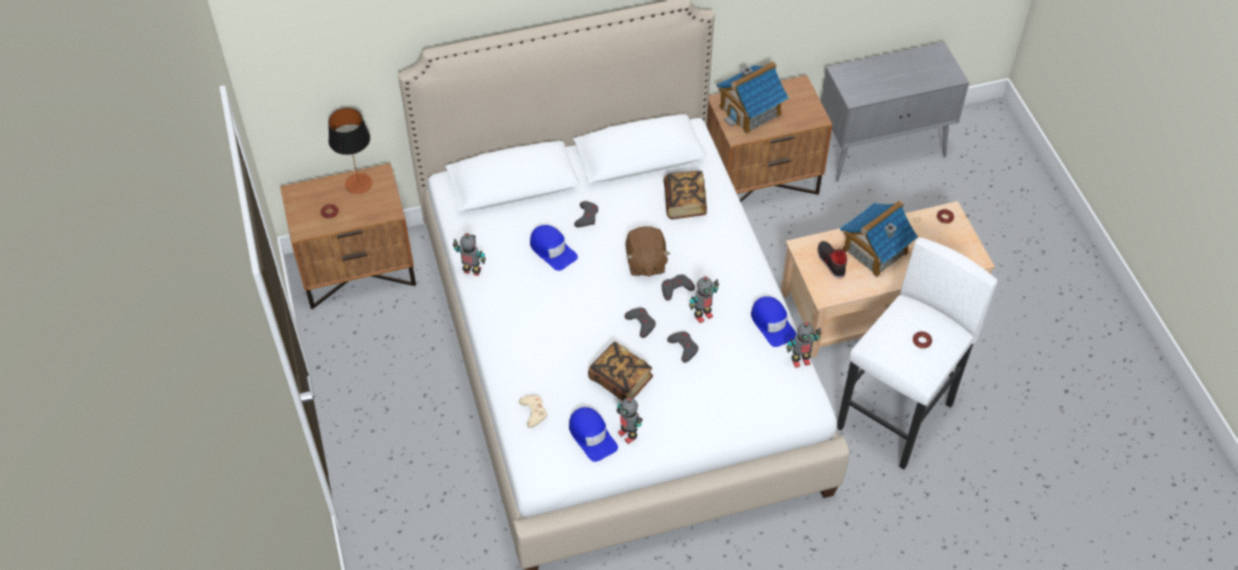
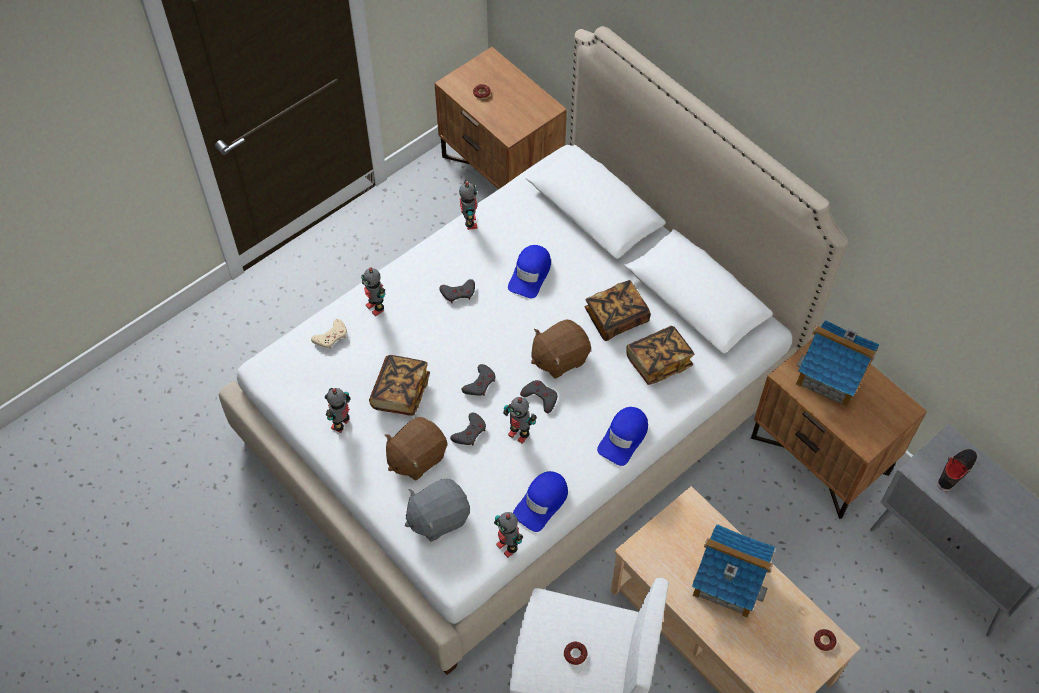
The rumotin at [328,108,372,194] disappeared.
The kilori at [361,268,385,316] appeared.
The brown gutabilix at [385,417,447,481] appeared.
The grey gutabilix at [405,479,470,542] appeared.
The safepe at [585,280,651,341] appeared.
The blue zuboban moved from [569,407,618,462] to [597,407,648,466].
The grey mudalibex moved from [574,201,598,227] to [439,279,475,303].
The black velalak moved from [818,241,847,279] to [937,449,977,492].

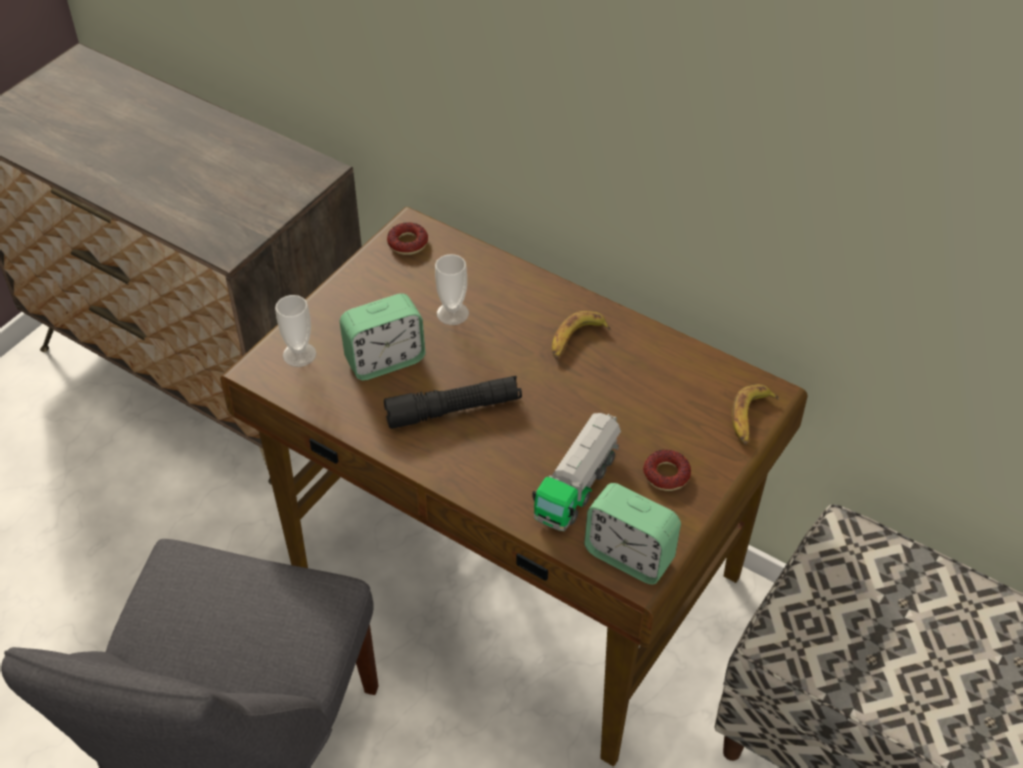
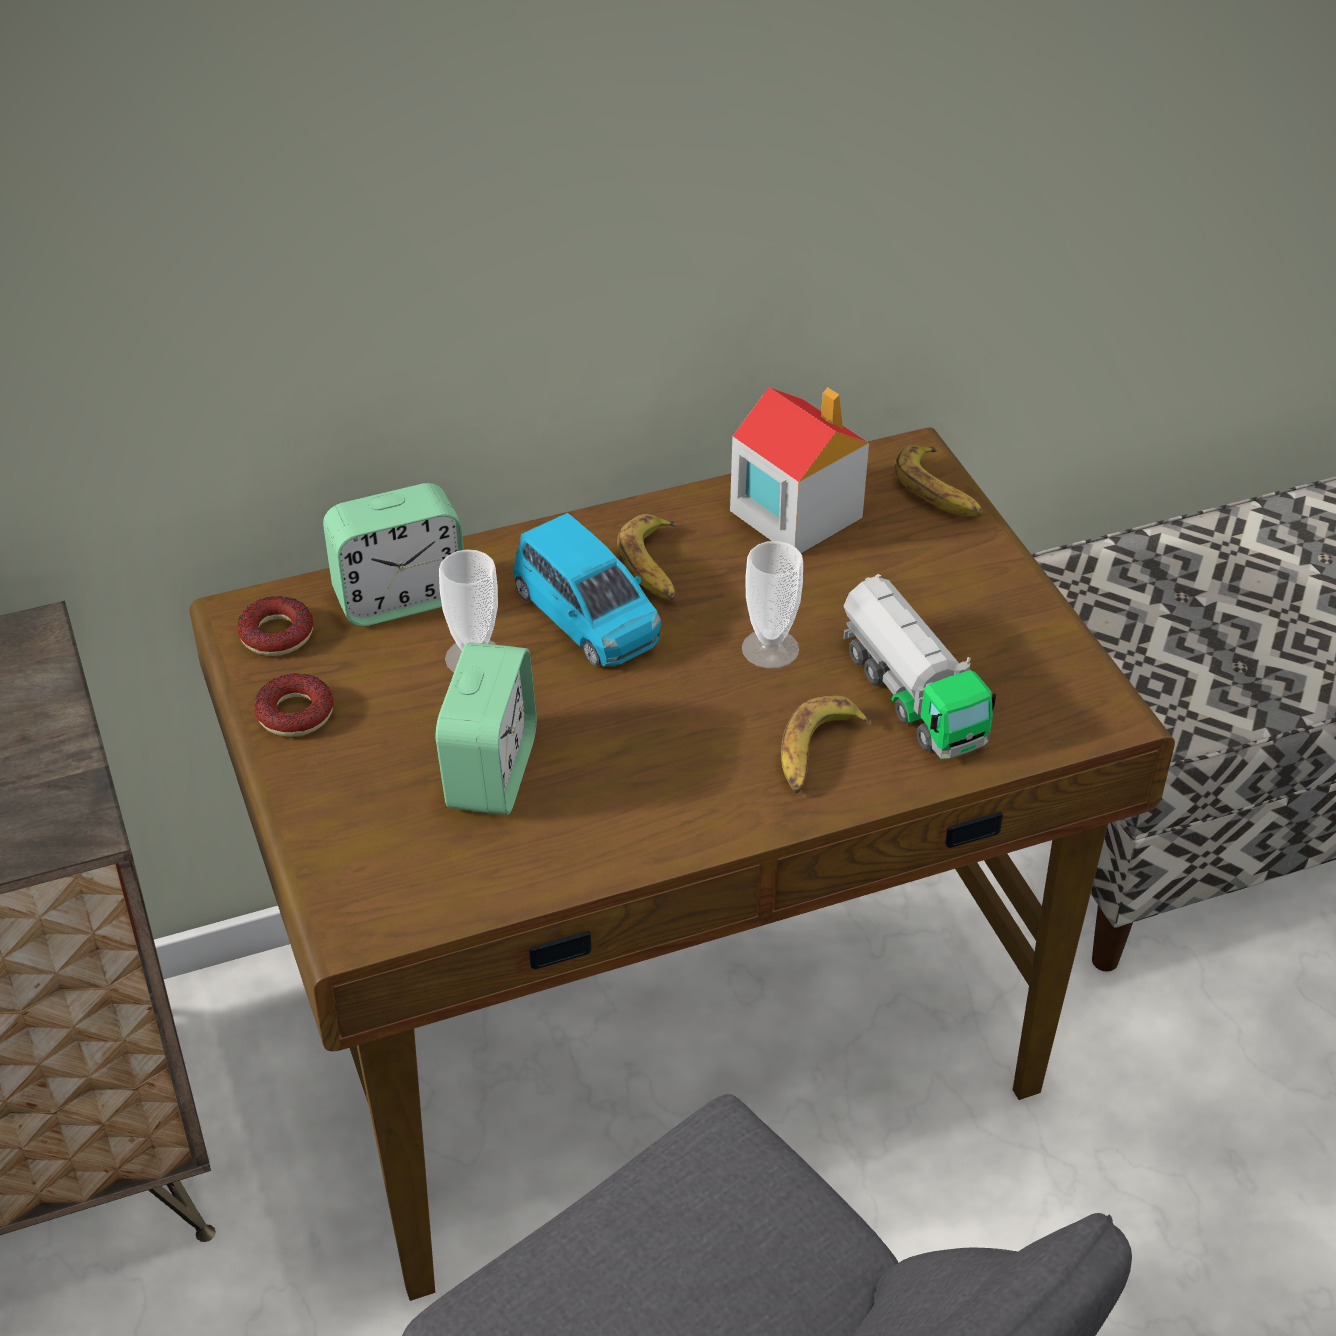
The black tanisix at [384,376,522,429] disappeared.
The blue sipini at [513,513,661,666] appeared.
The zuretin at [730,387,869,553] appeared.
The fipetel at [781,695,872,793] appeared.
The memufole moved from [275,295,316,367] to [742,541,803,669].
The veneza moved from [584,483,681,584] to [323,483,464,627].
The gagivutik moved from [643,450,691,491] to [254,673,333,737].

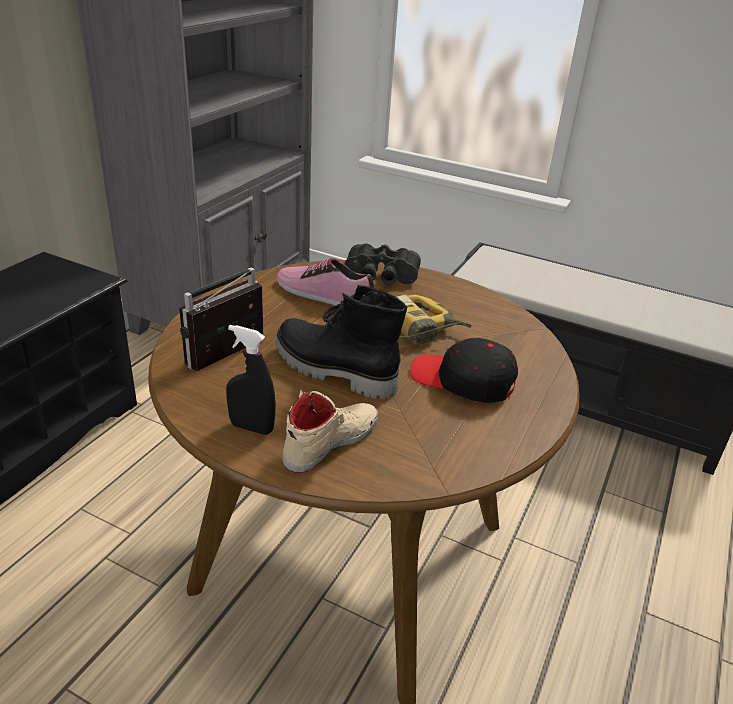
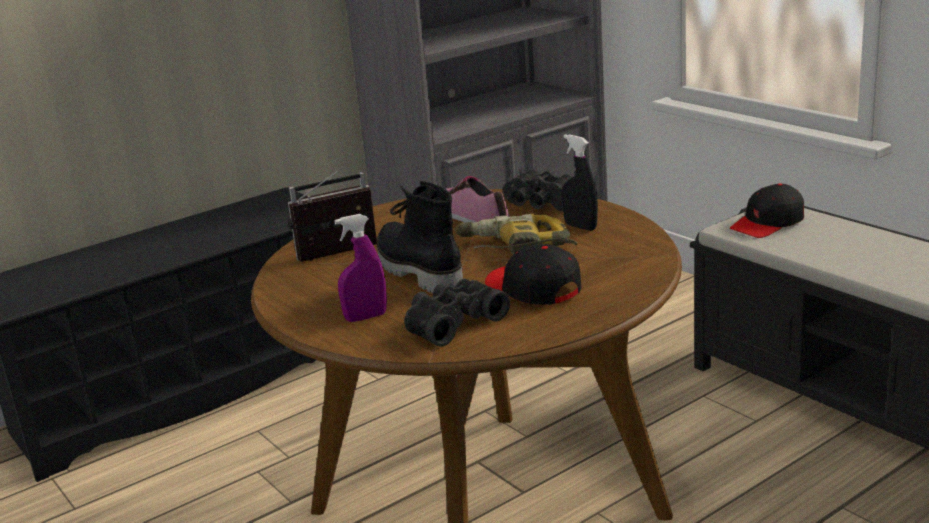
The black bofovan at [404,279,510,347] appeared.
The black zuboban at [730,183,804,238] appeared.
The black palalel moved from [226,325,276,435] to [562,134,598,231].
The beige velalak at [282,390,378,473] was replaced by the purple palalel at [335,214,387,322].

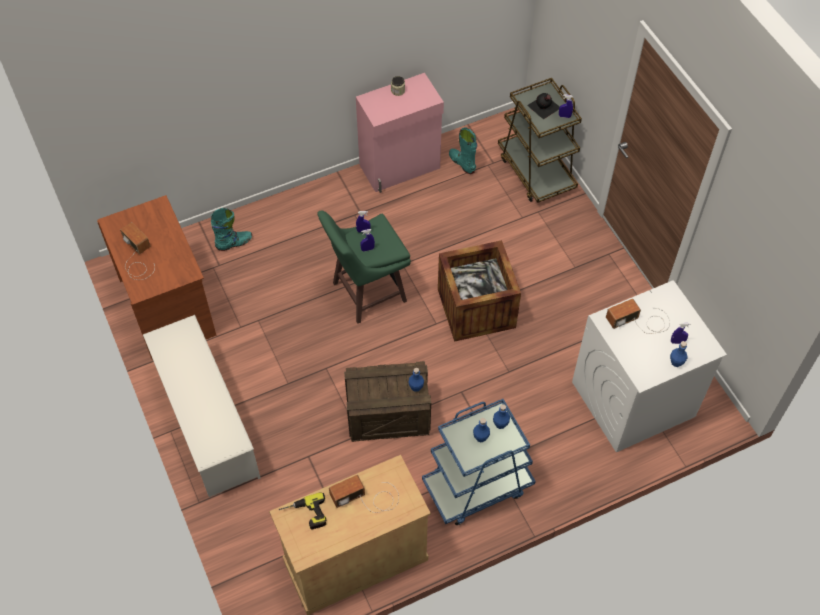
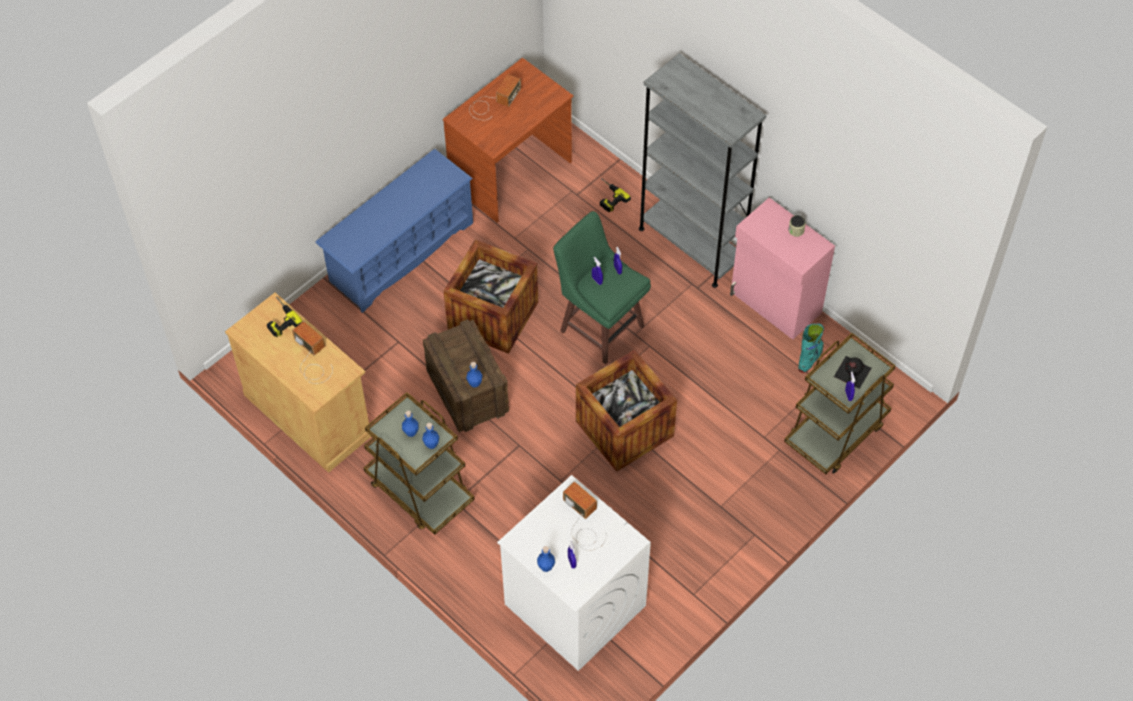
The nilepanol at [443,240,538,354] appeared.
The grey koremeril at [639,53,766,288] appeared.
The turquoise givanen at [211,208,252,251] was replaced by the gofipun at [600,178,631,212].
The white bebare at [143,315,260,497] became the blue bebare at [315,149,473,313].
The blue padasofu at [422,399,536,525] became the brown padasofu at [364,392,475,535].

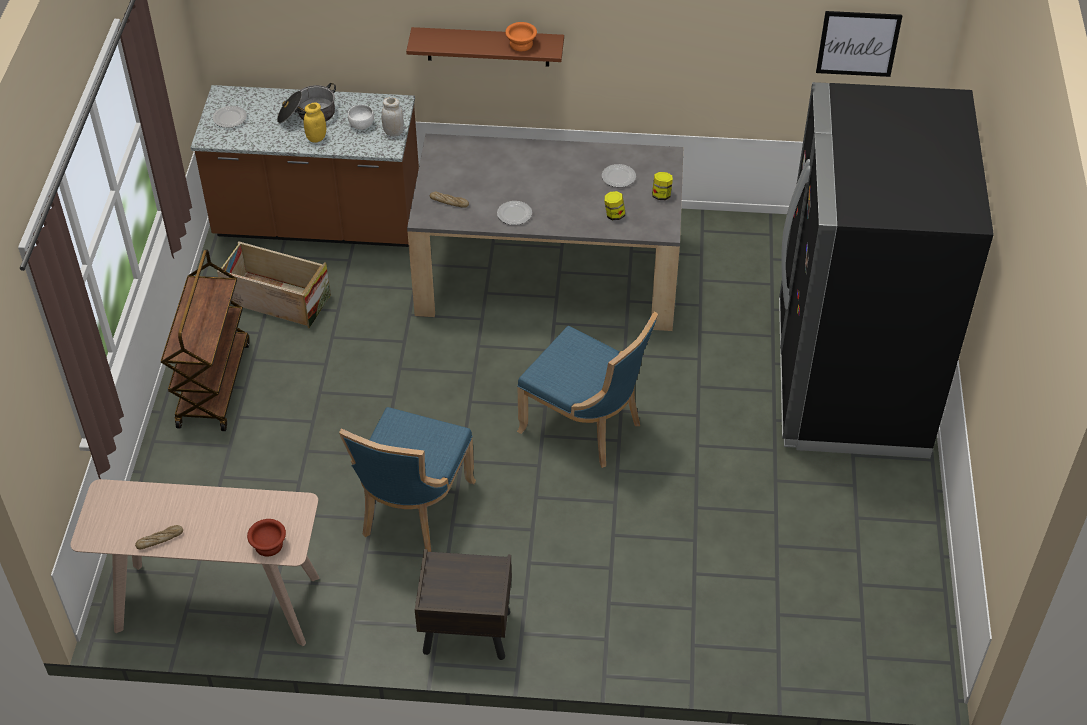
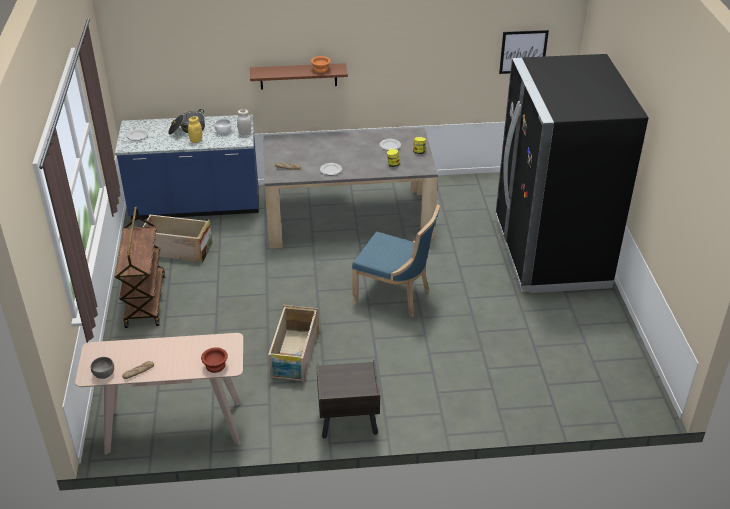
The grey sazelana at [91,357,114,379] appeared.
The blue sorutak at [339,407,476,552] was replaced by the nilepanol at [268,305,319,382].
The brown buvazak at [191,85,419,247] became the blue buvazak at [115,114,259,220].

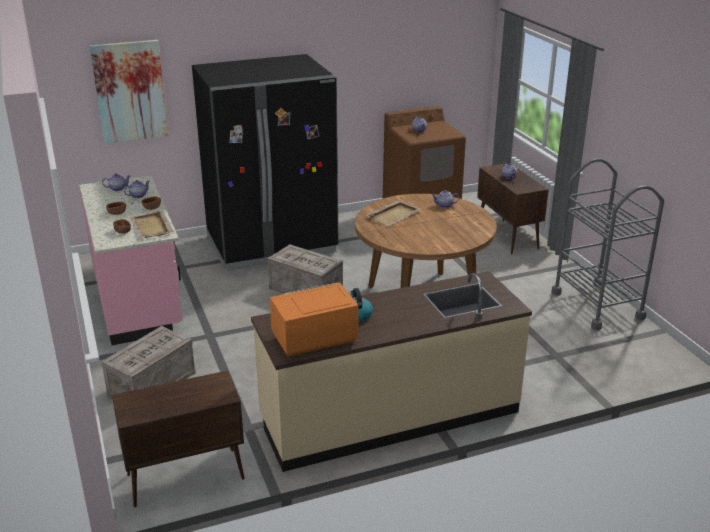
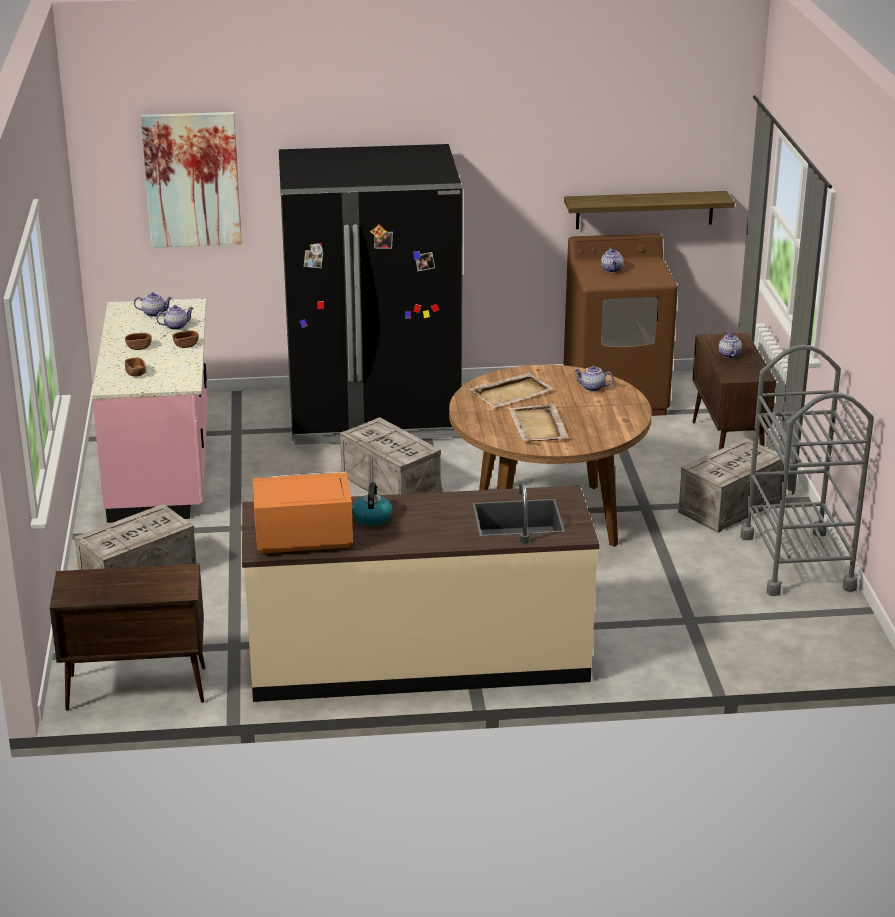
The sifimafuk at [564,191,735,229] appeared.
The nilepanol at [678,438,785,533] appeared.
The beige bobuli moved from [129,211,174,238] to [508,404,568,441].

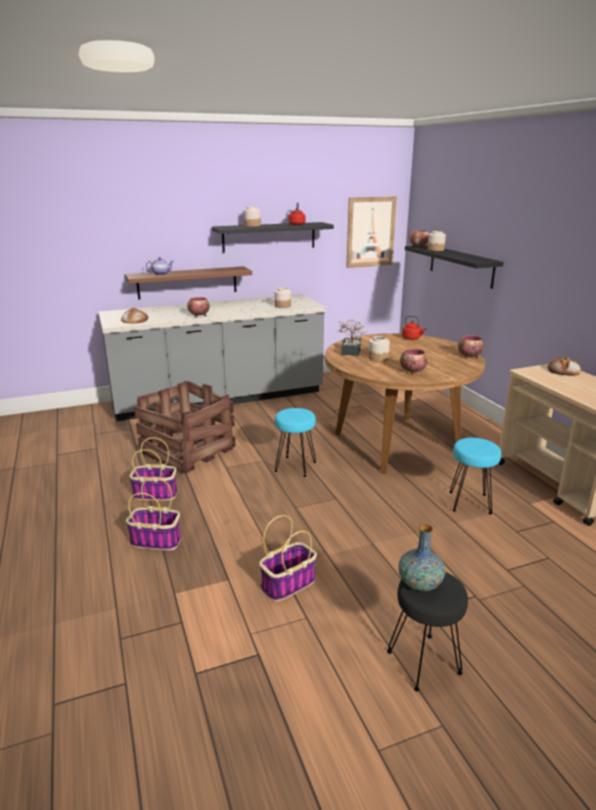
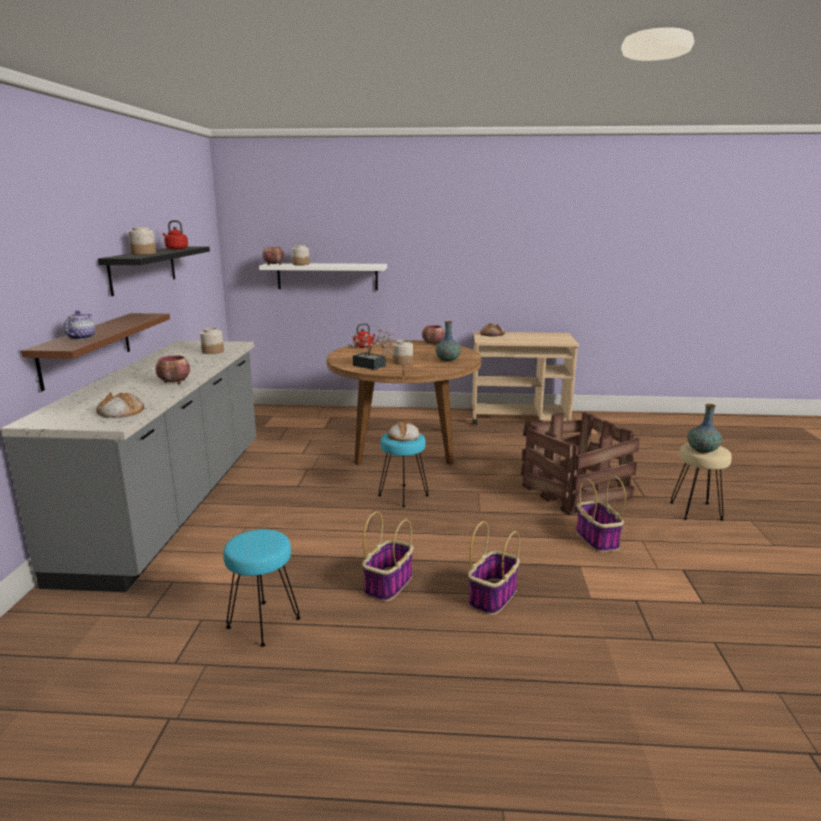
The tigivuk at [346,196,397,268] disappeared.
The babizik at [388,421,420,441] appeared.
The nilepanol moved from [134,381,236,474] to [521,412,639,516].
The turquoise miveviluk moved from [449,438,501,514] to [223,529,301,647].
The sazelana at [400,349,428,374] was replaced by the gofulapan at [435,321,461,362].
The black miveviluk at [387,572,468,692] became the beige miveviluk at [670,443,732,521].
The black sifimafuk at [405,245,504,289] became the white sifimafuk at [259,263,387,290].

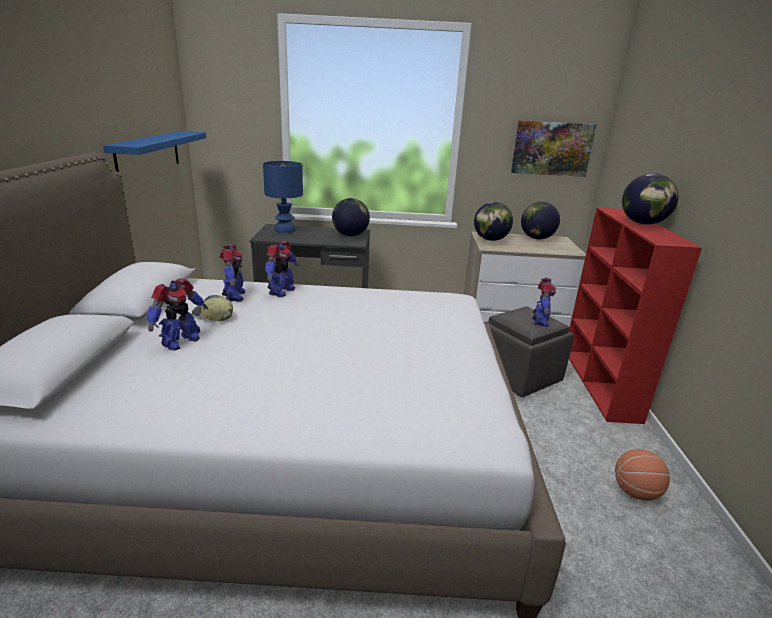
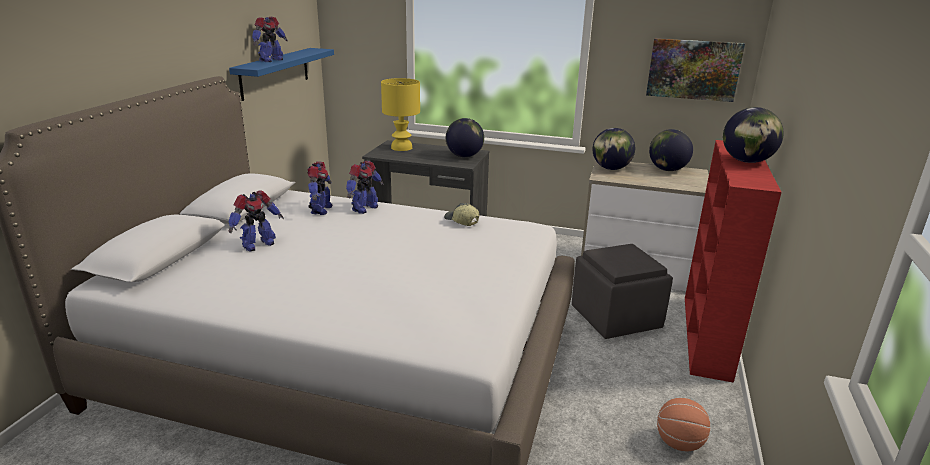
The zuboban moved from [192,295,233,322] to [444,203,479,226].
The kilori moved from [532,278,556,327] to [252,17,288,62].
The blue rumotin at [263,161,303,233] became the yellow rumotin at [381,78,420,151].

